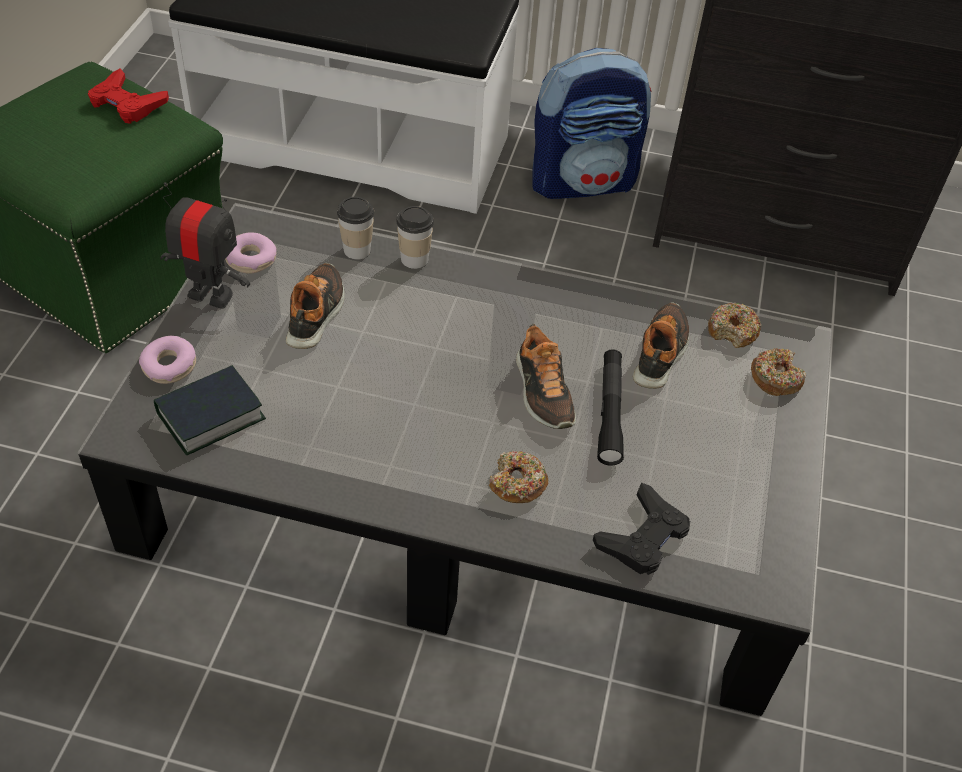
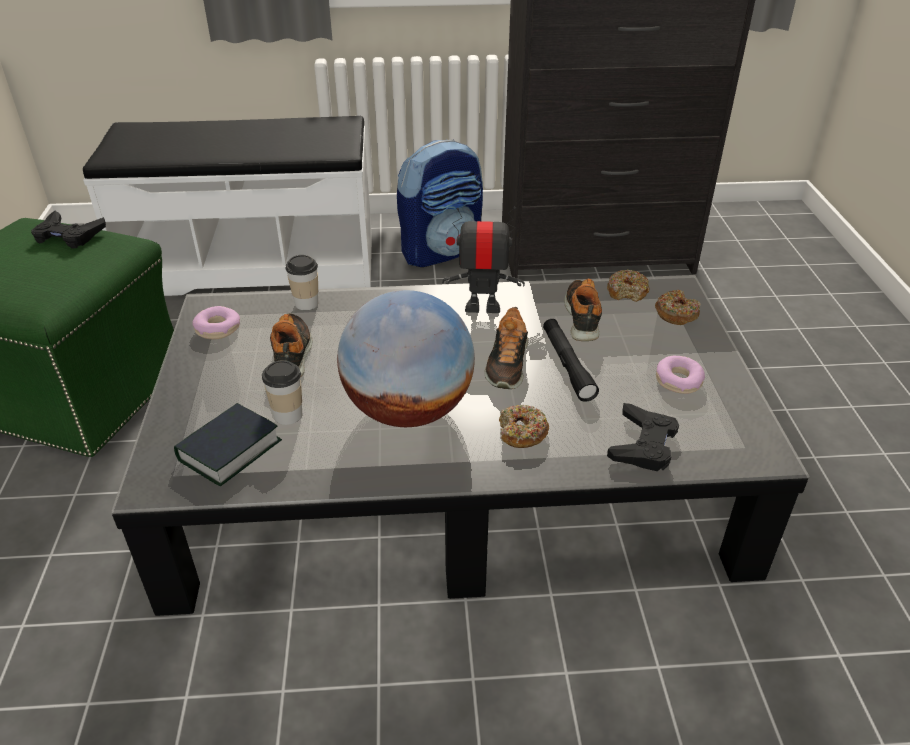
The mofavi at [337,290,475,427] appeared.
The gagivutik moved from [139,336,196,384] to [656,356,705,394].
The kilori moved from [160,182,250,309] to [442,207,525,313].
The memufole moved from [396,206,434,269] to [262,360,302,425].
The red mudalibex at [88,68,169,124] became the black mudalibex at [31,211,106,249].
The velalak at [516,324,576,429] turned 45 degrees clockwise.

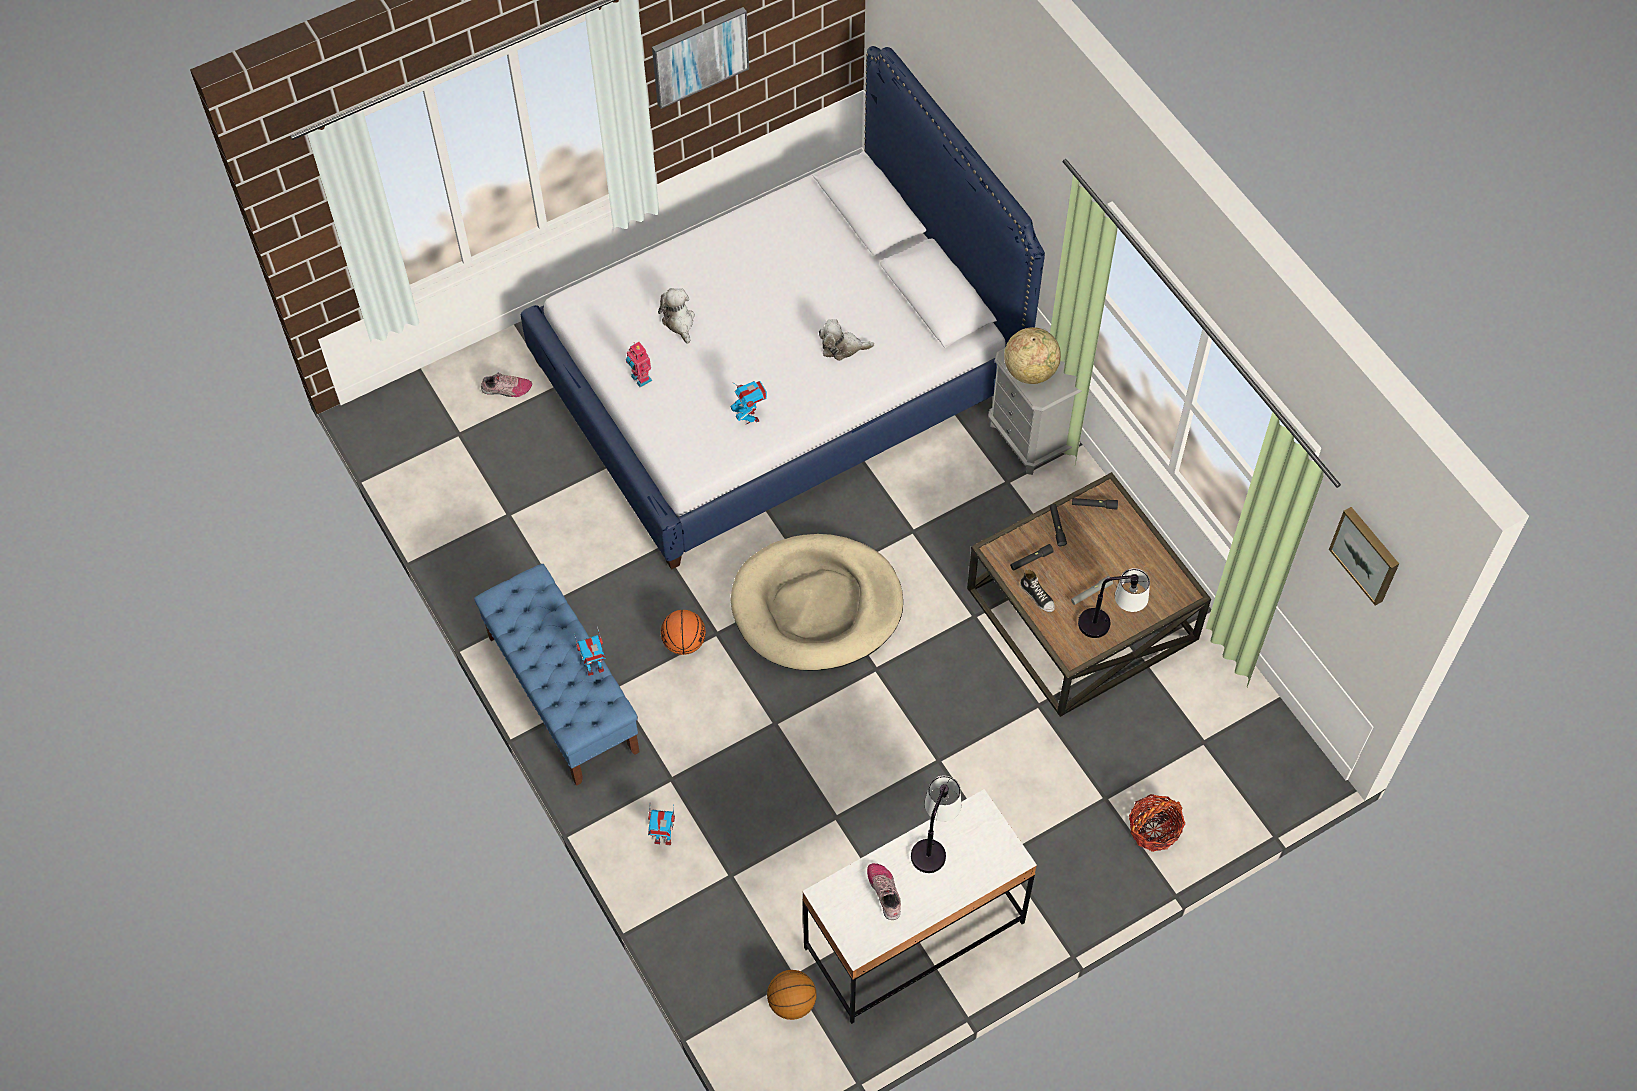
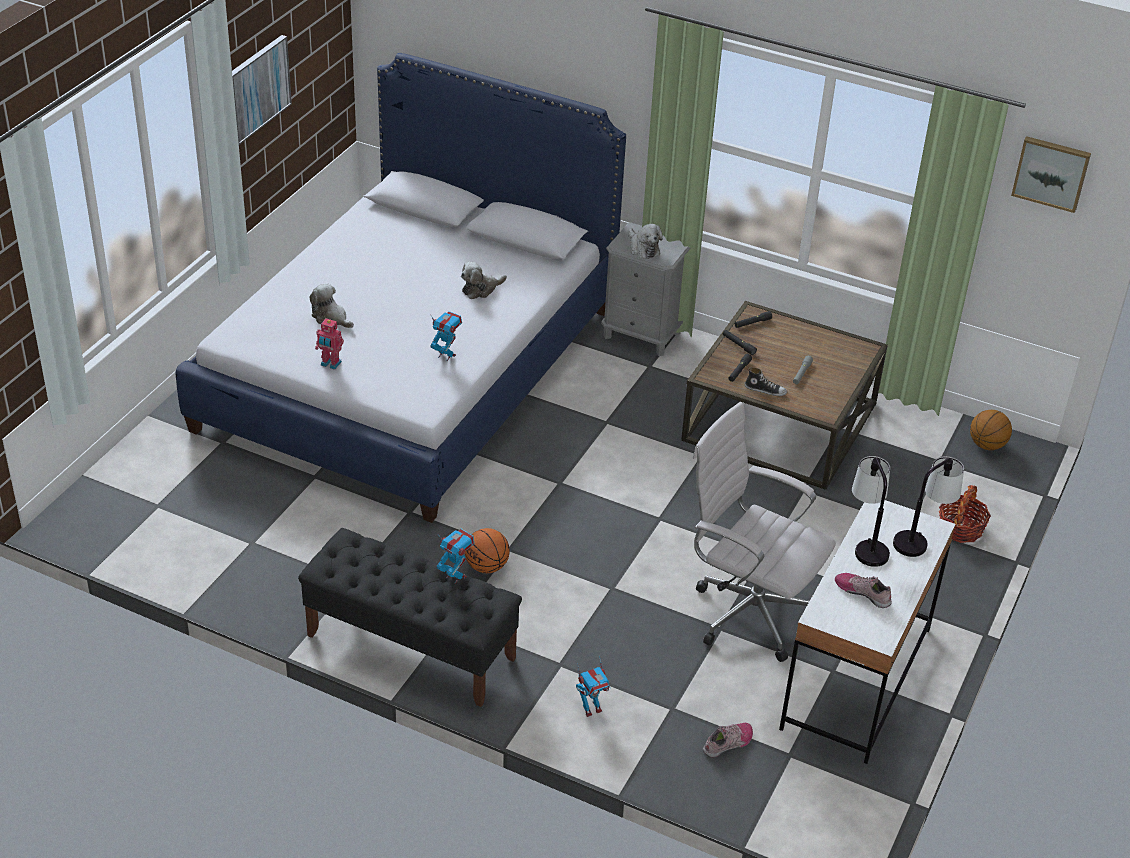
The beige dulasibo at [730,534,903,671] disappeared.
The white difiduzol at [693,402,836,662] appeared.
The velalak moved from [481,372,532,397] to [703,723,753,758].
The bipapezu moved from [767,970,817,1020] to [970,410,1012,450].
The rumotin moved from [1078,568,1150,638] to [893,456,964,557].
The mofavi at [1004,327,1061,384] was replaced by the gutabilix at [629,224,663,259].
The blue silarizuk at [474,564,639,786] became the black silarizuk at [298,528,522,707].
The kilori at [574,626,606,676] turned 90 degrees counterclockwise.

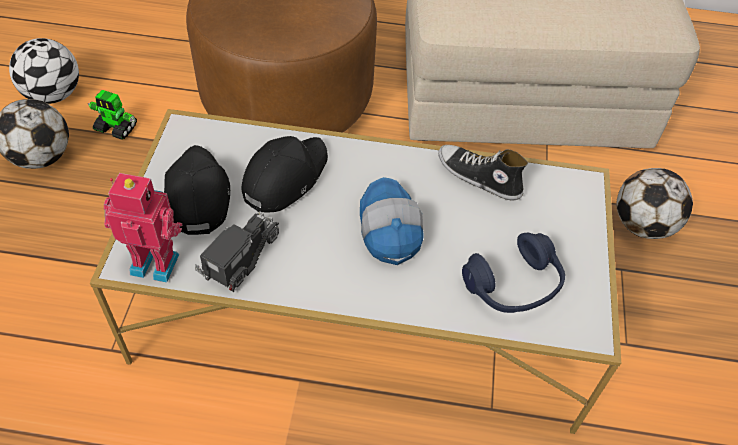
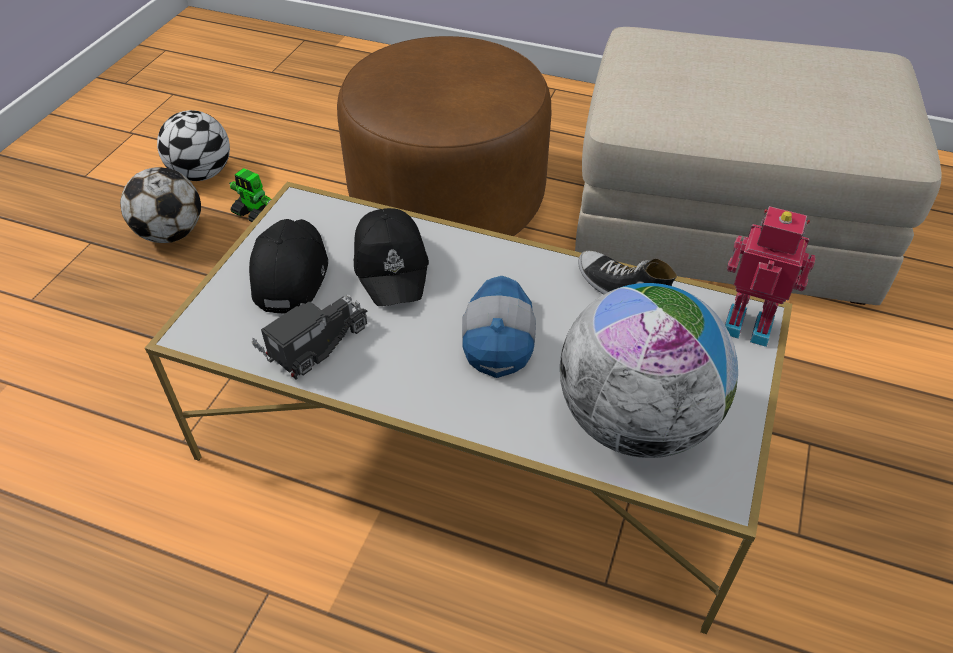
The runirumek at [616,168,693,239] disappeared.
The kilori moved from [104,173,182,283] to [725,206,816,347].
The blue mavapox at [462,233,565,313] was replaced by the mofavi at [560,283,738,458].
The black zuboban at [242,136,328,212] turned 120 degrees clockwise.

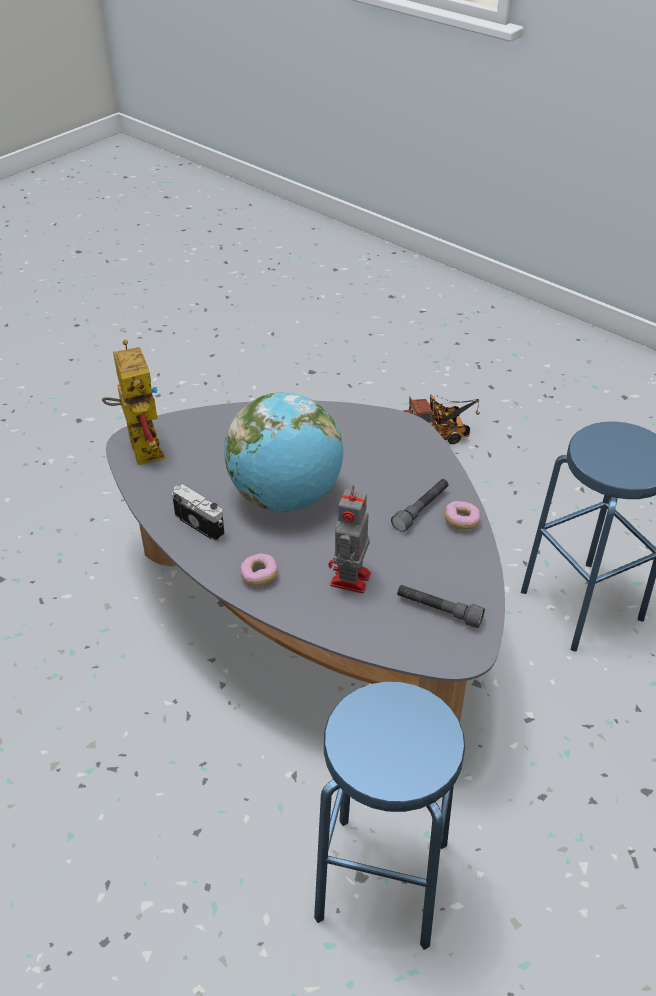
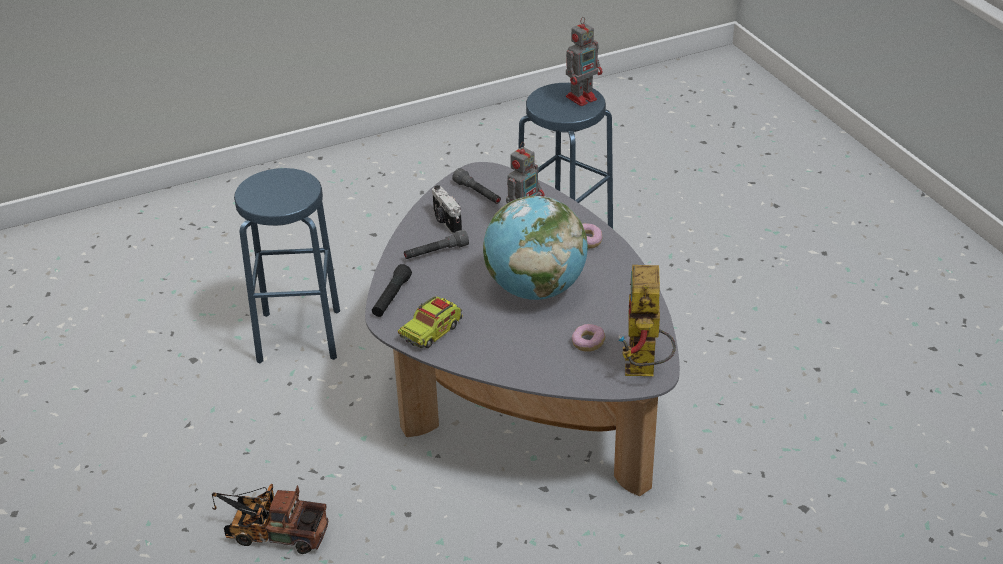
The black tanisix at [372,264,412,317] appeared.
The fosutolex at [398,296,462,348] appeared.
The kilori at [566,17,602,106] appeared.
The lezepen moved from [172,484,225,542] to [432,185,462,234].
The gagivutik moved from [444,501,481,530] to [572,324,605,352].

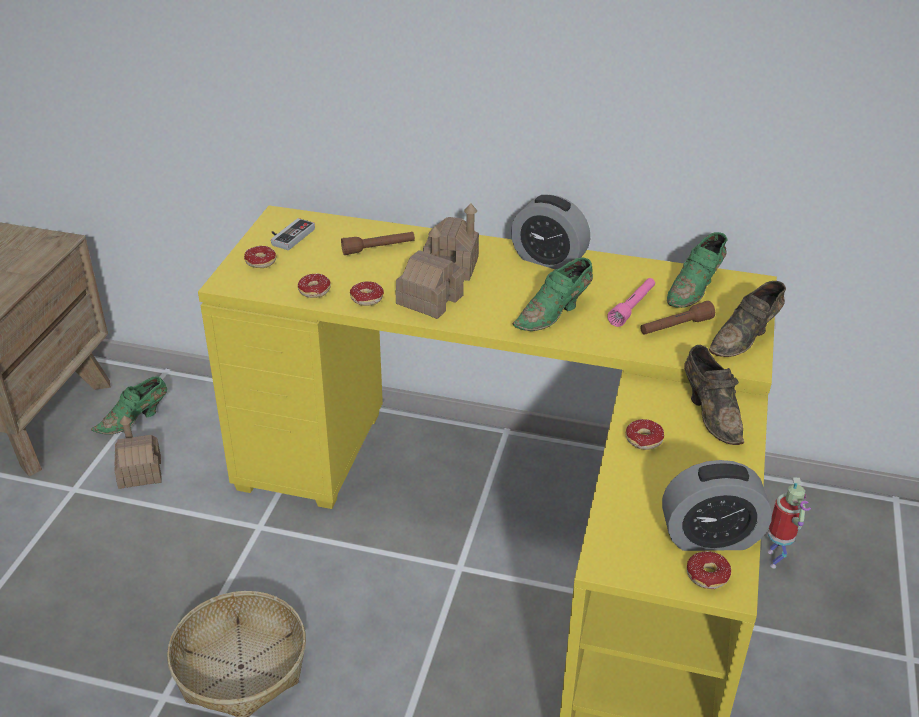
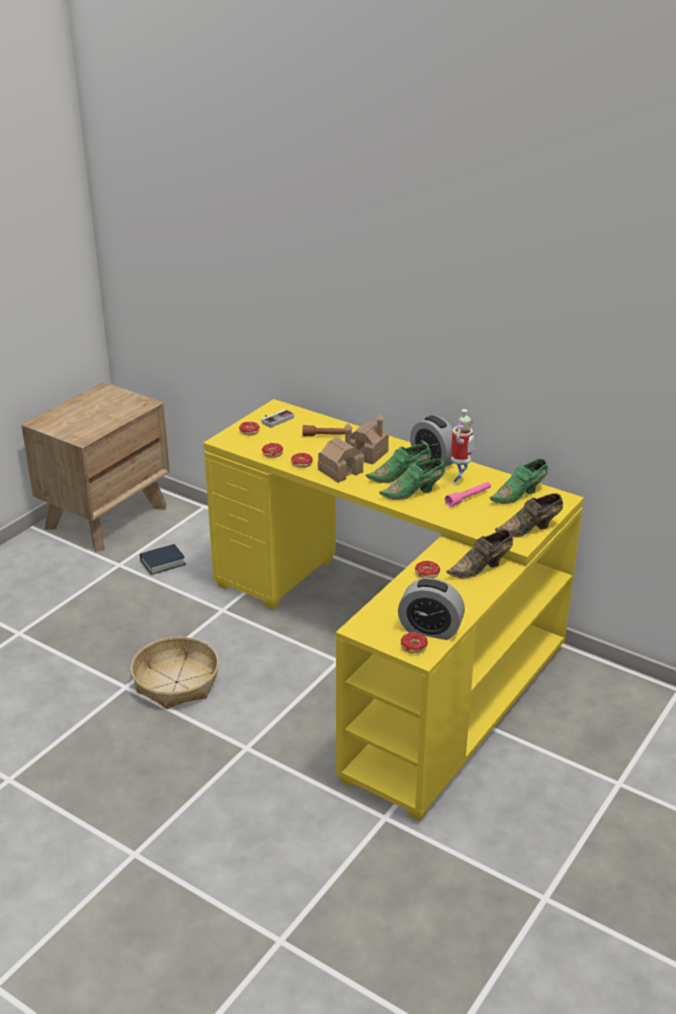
The brown tanisix at [640,301,715,335] disappeared.
The green velalak moved from [91,376,167,435] to [366,443,431,483].
The kilori moved from [768,477,811,568] to [451,409,475,485].
The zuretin at [114,415,162,489] was replaced by the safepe at [140,544,186,575].
The brown velalak at [684,345,744,445] turned 60 degrees clockwise.

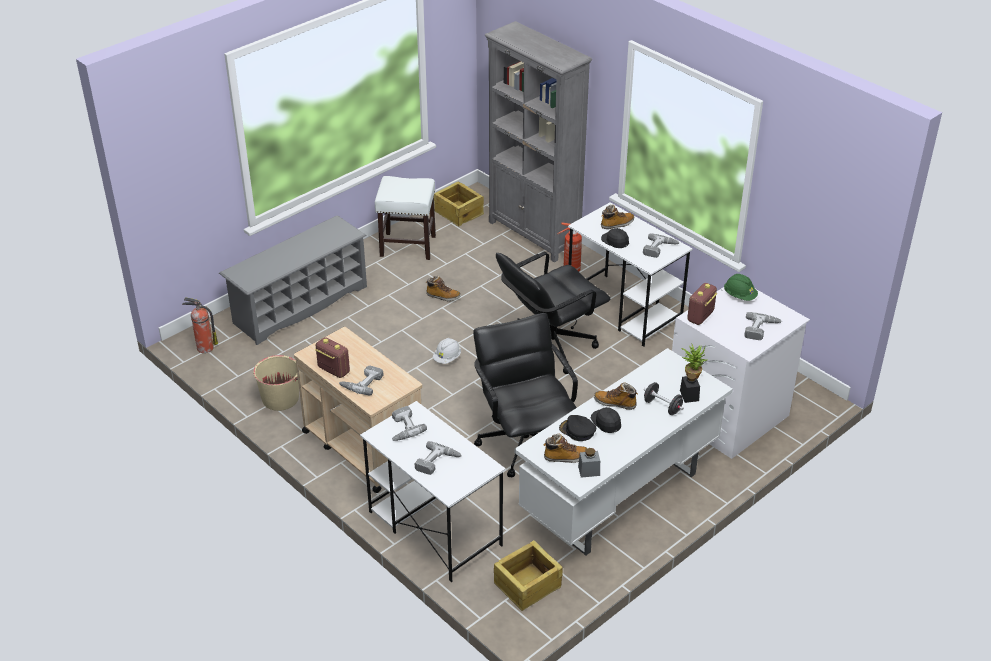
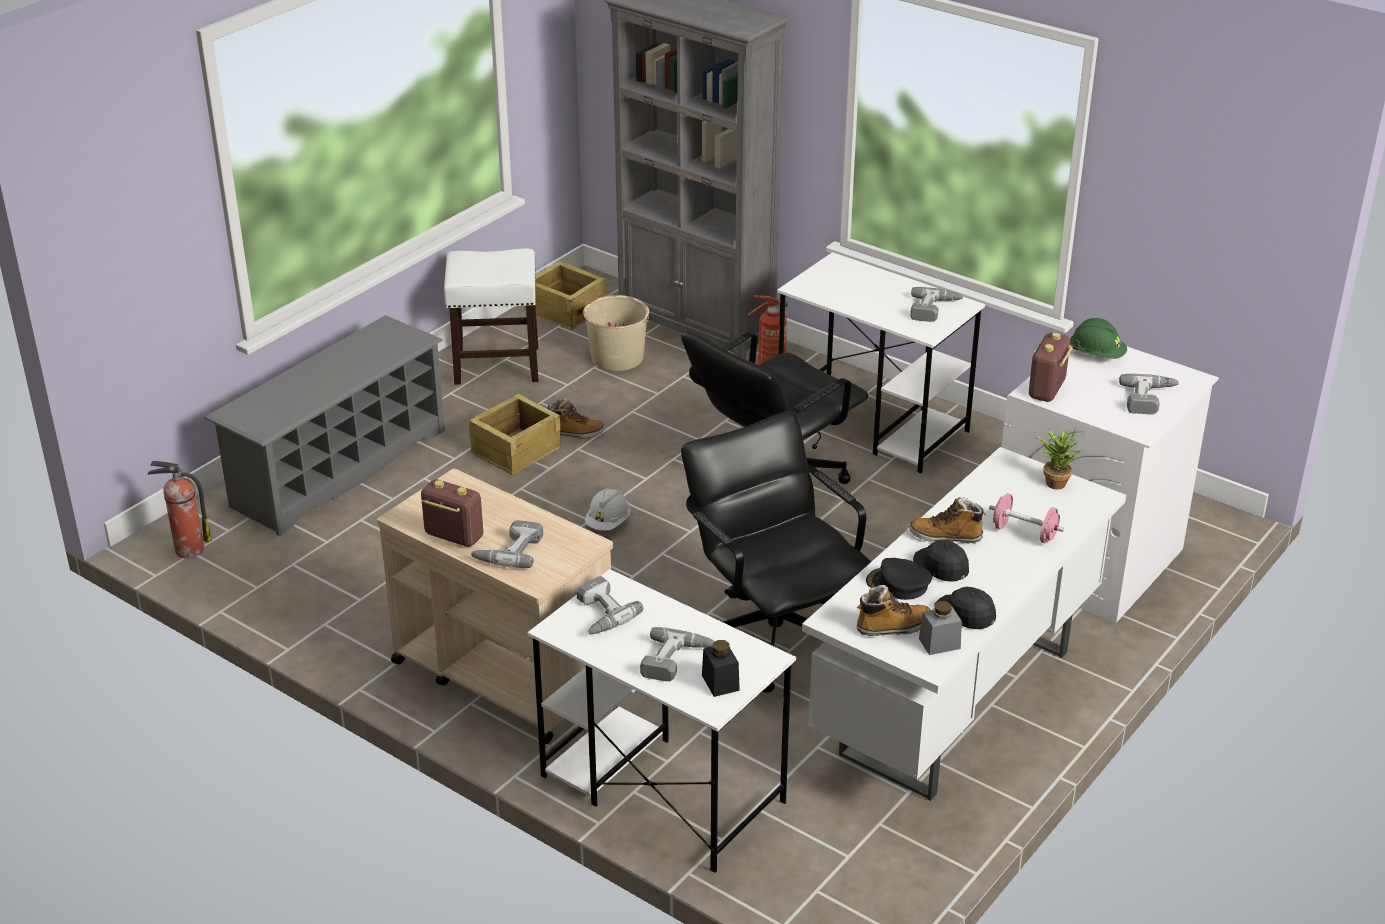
The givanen at [601,204,634,229] disappeared.
The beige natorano moved from [253,355,299,411] to [583,295,652,371].
The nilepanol moved from [494,540,563,611] to [469,393,561,475].
The black zuboban moved from [601,228,629,248] to [934,587,996,629].
The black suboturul moved from [680,373,700,403] to [702,640,740,697].
The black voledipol at [644,382,683,415] became the pink voledipol at [989,493,1064,544].

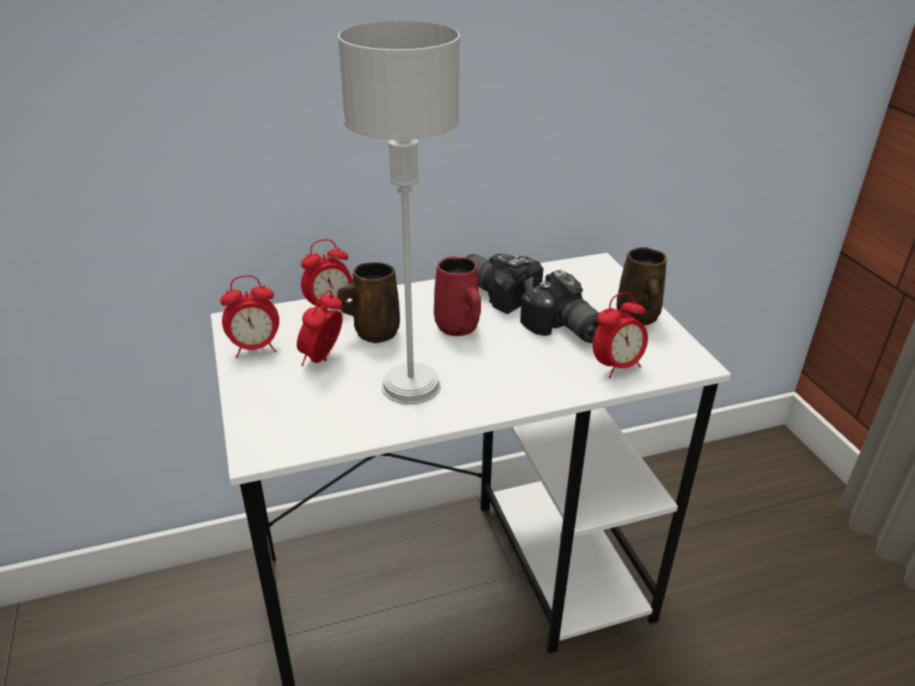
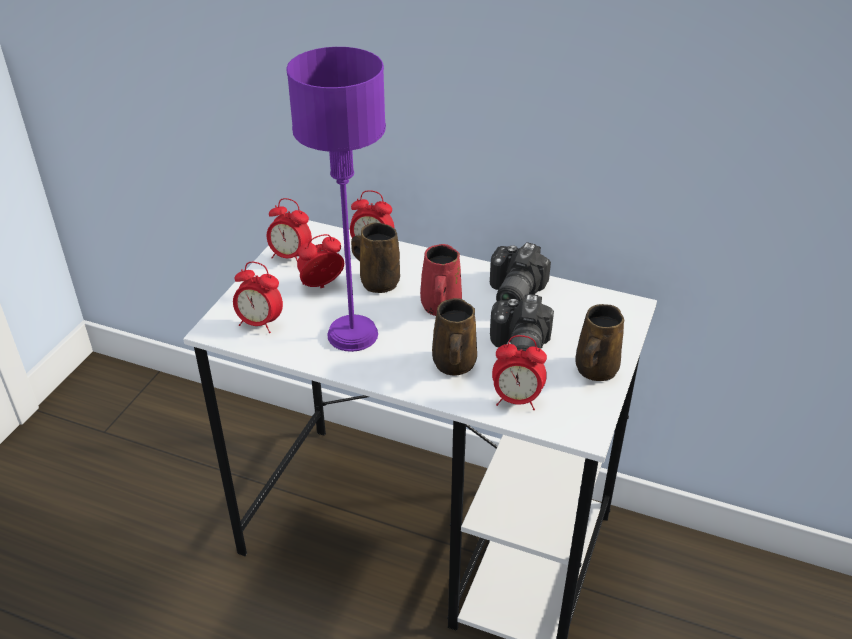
The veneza at [233,262,283,333] appeared.
The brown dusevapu at [432,298,477,375] appeared.
The grey rumotin at [338,21,460,404] became the purple rumotin at [286,47,386,352].
The lezepen at [466,253,543,314] turned 150 degrees counterclockwise.

